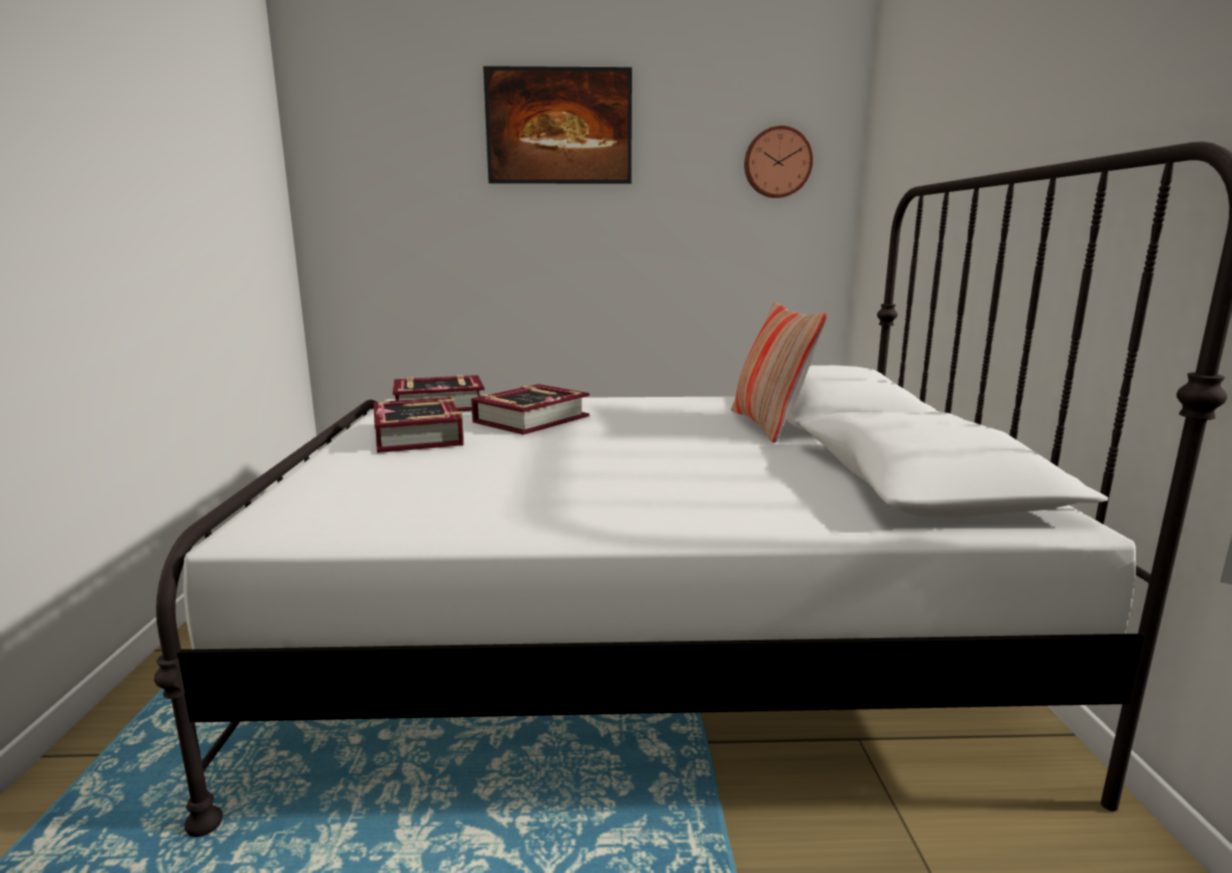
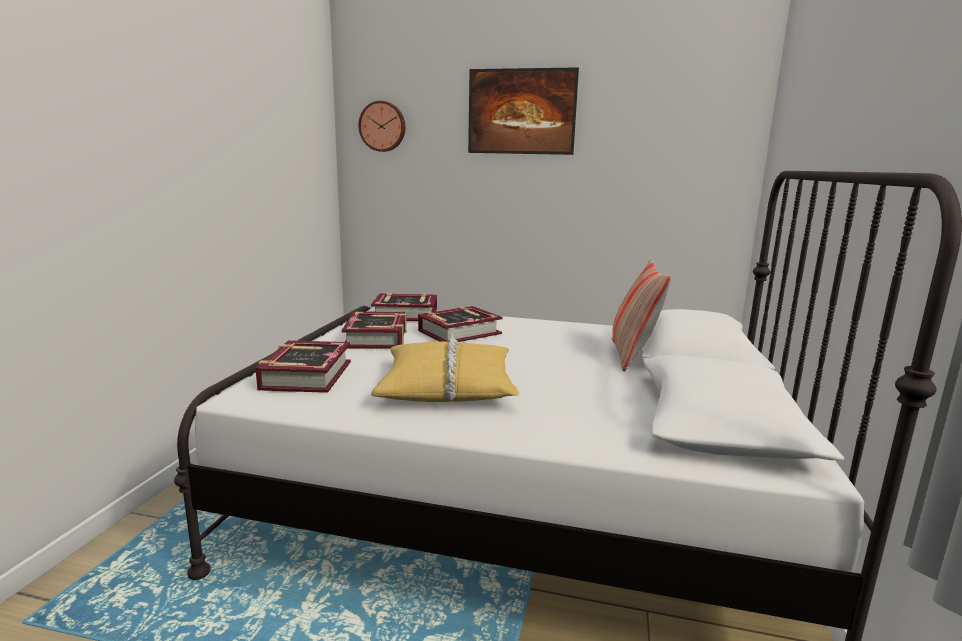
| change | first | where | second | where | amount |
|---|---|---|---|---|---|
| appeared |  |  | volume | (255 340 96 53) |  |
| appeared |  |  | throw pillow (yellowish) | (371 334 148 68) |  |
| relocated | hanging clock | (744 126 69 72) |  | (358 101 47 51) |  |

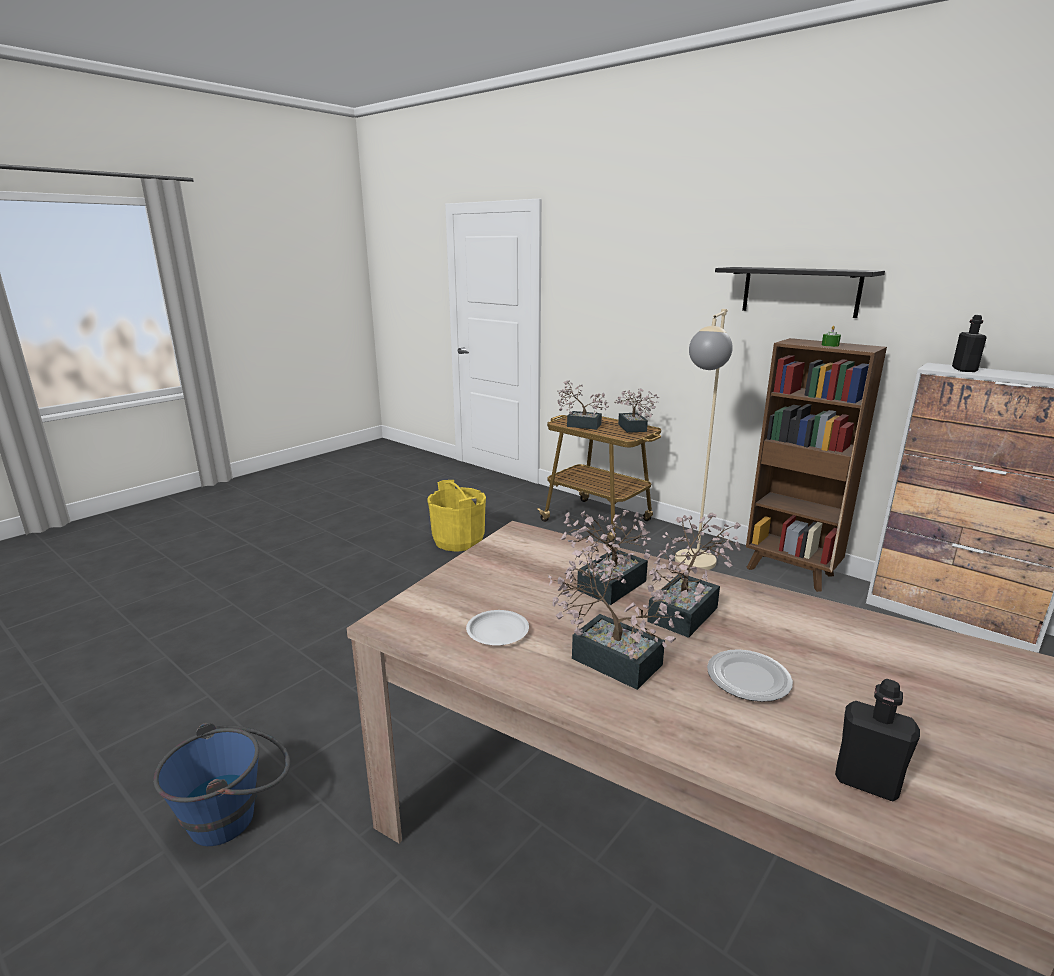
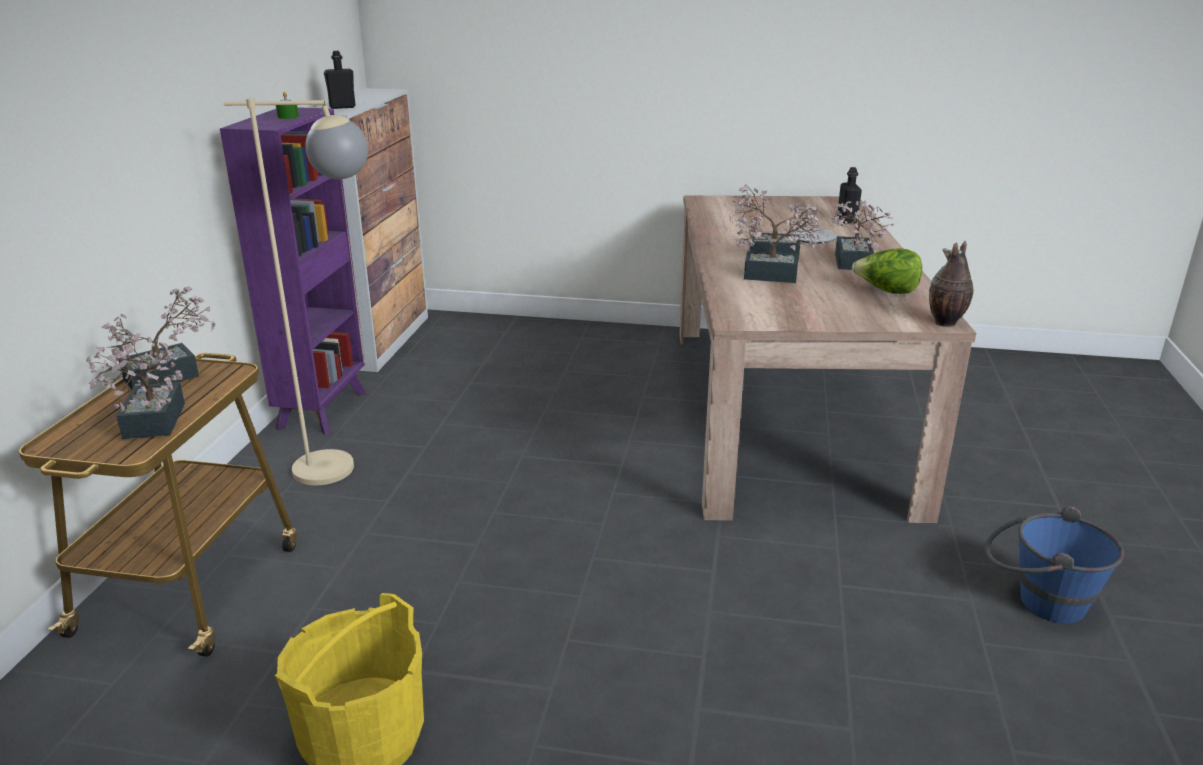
| change | first | where | second | where | amount |
|---|---|---|---|---|---|
| missing | wall shelf (black-coloured) | (715 267 170 51) |  |  |  |
| appeared |  |  | decorative vase | (929 240 45 87) |  |
| exchanged | plate (whitish) | (466 610 63 36) | lettuce | (852 248 70 46) |  |
| colour | bookshelf (brown) | (746 338 141 254) | bookshelf (purple-coloured) | (220 107 146 328) |  |

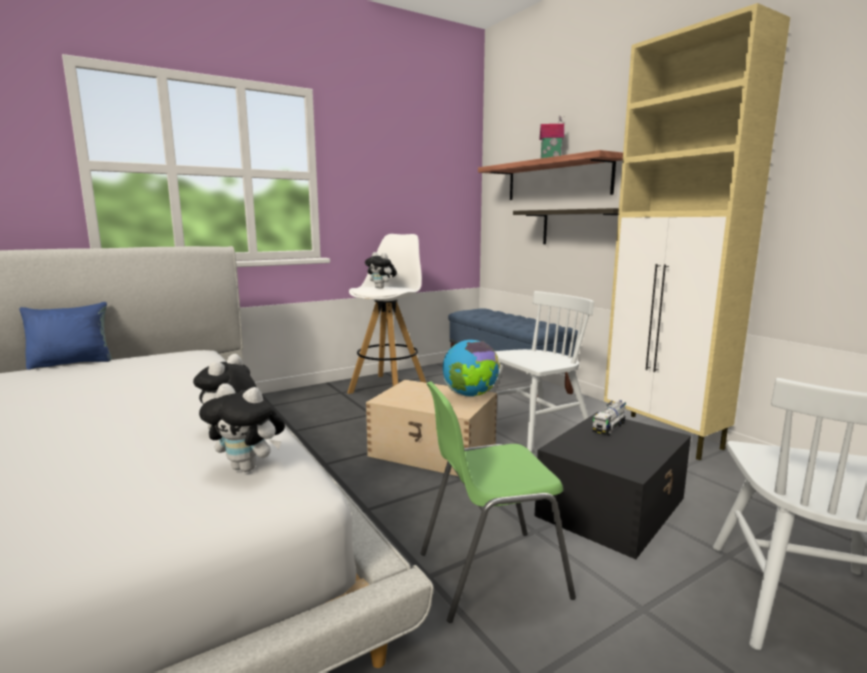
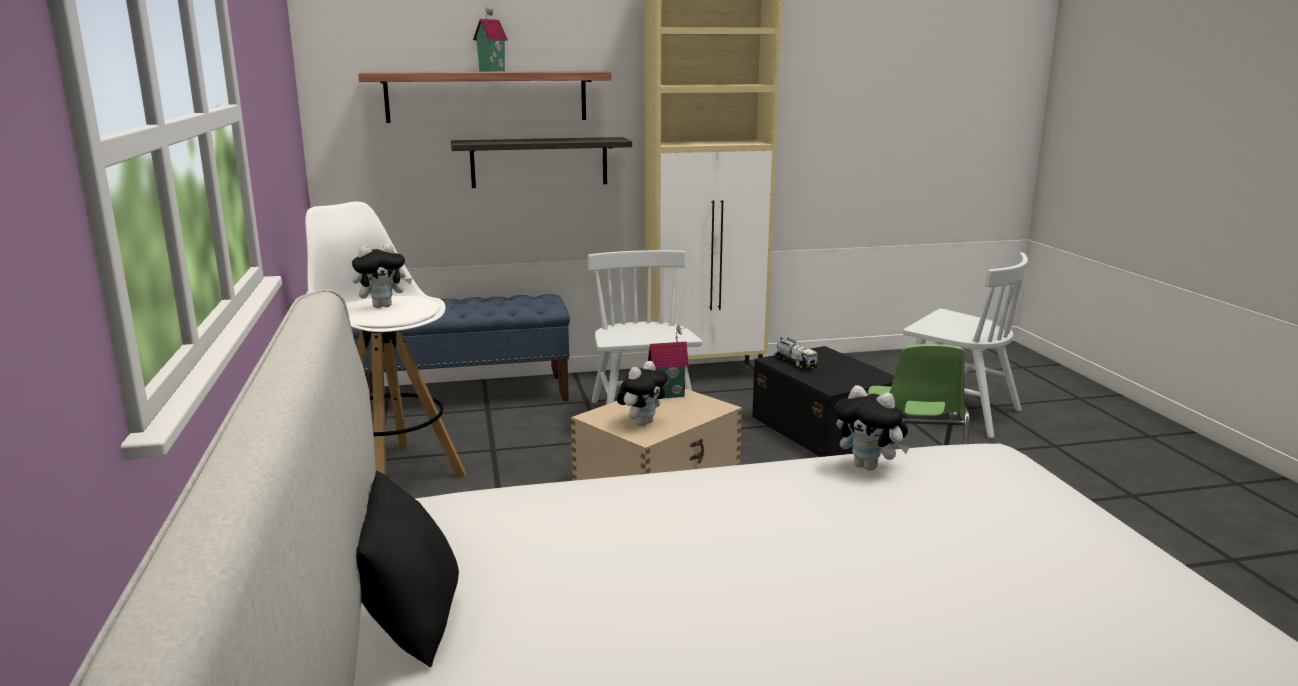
| change | first | where | second | where | amount |
|---|---|---|---|---|---|
| relocated | soft toy | (199 383 86 89) |  | (617 361 51 65) |  |
| exchanged | world globe | (443 340 57 57) | toy house | (648 325 41 74) |  |
| colour | throw pillow (blue) | (19 302 93 68) | throw pillow (black-coloured) | (356 471 103 197) |  |

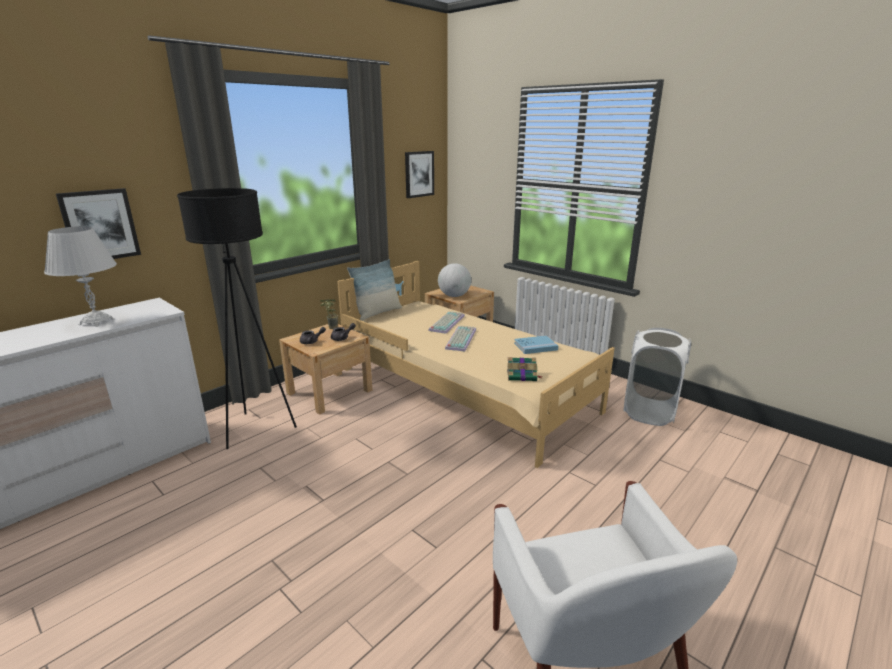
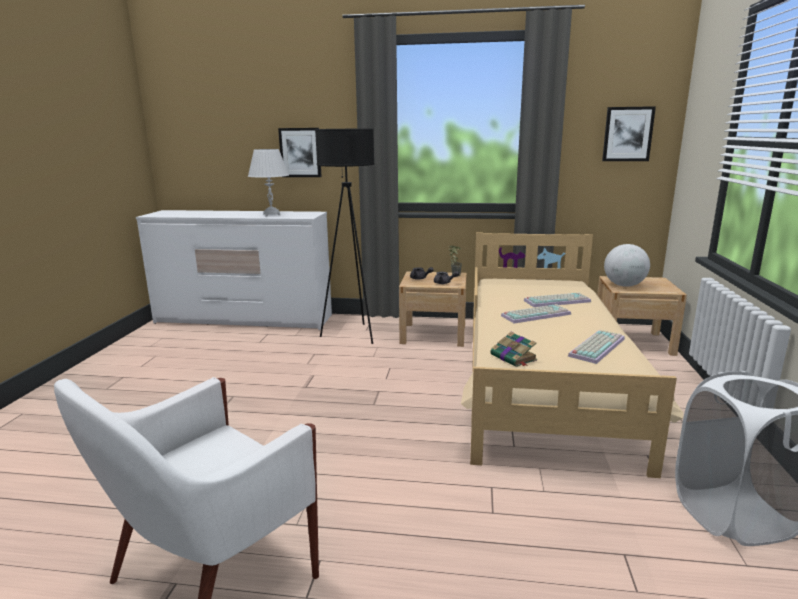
| change | first | where | second | where | amount |
|---|---|---|---|---|---|
| missing | throw pillow | (347 259 55 62) |  |  |  |
| exchanged | volume (blue) | (514 335 44 19) | keyboard | (568 330 57 34) |  |

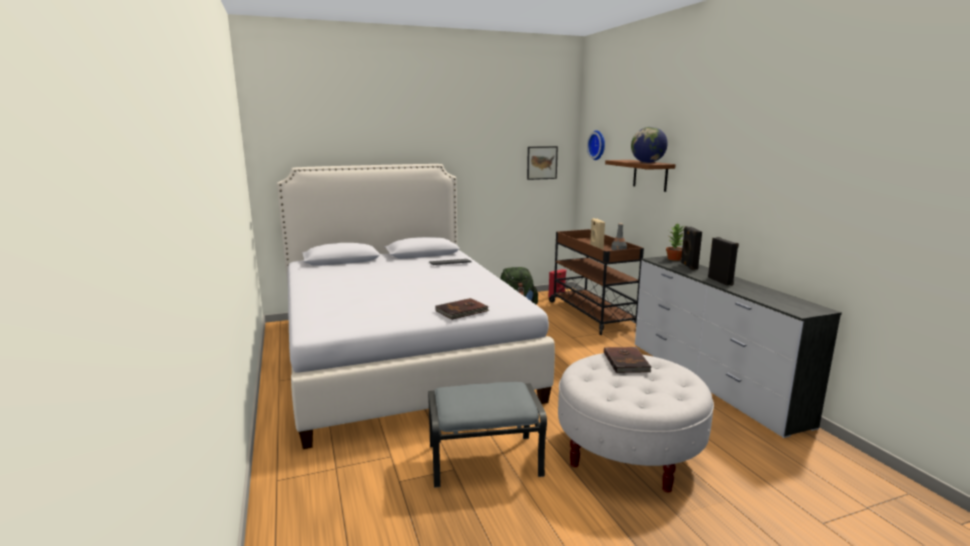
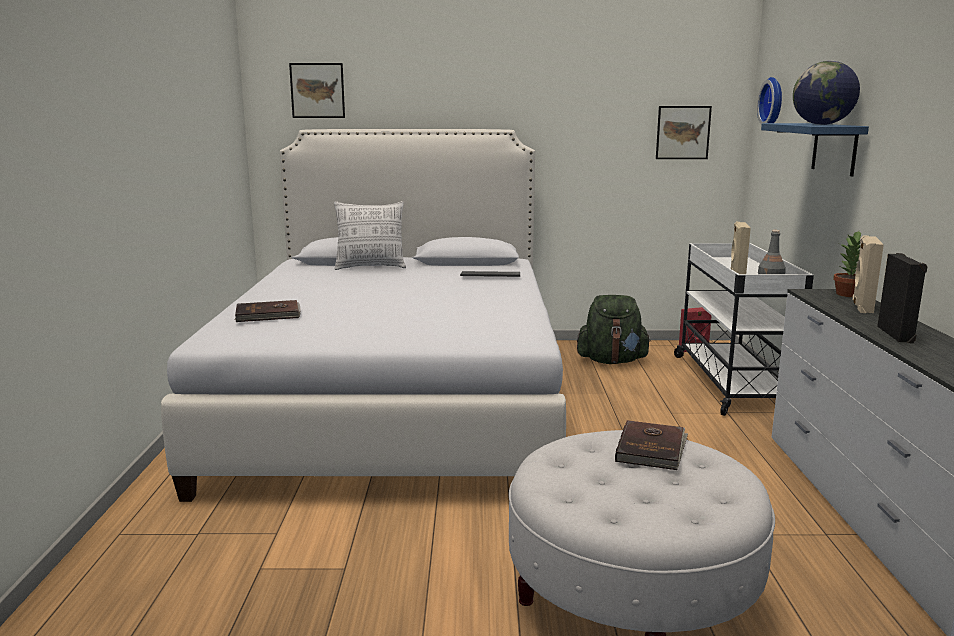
| change | first | where | second | where | amount |
|---|---|---|---|---|---|
| missing | footrest (greyish) | (428 382 119 106) |  |  |  |
| appeared |  |  | wall art | (289 63 56 55) |  |
| appeared |  |  | throw pillow | (334 201 72 69) |  |
| relocated | volume (brown) | (435 298 54 22) |  | (235 300 66 22) |  |
| colour | cart (brown) | (549 229 95 106) | cart (whitish) | (674 243 140 173) |  |
| colour | wall shelf (brown) | (605 160 71 32) | wall shelf (blue) | (761 123 108 54) |  |
| colour | speaker (black-coloured) | (681 226 21 44) | speaker (sand-coloured) | (852 235 32 78) |  |

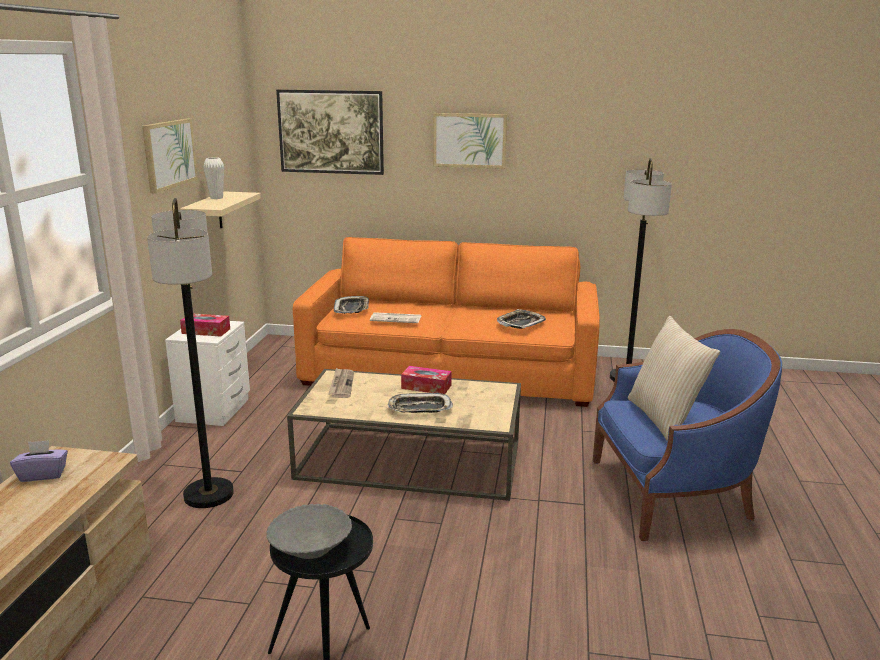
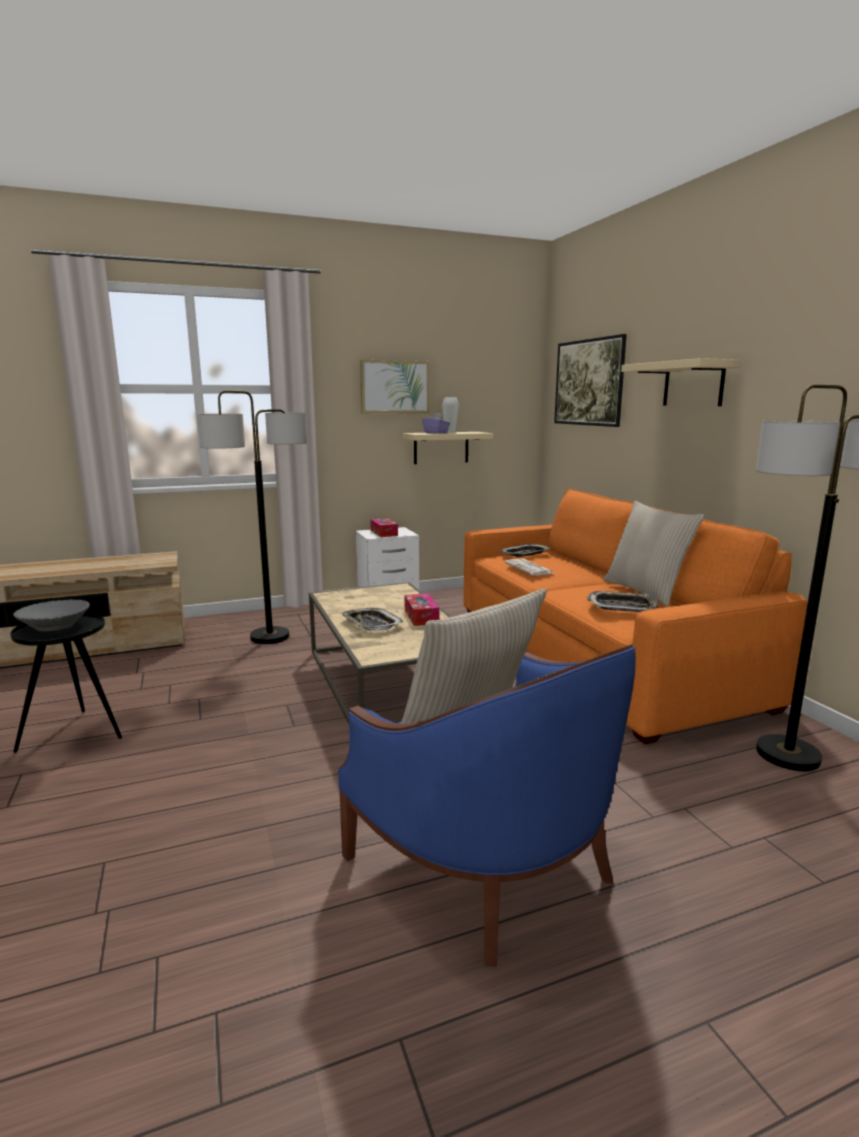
| change | first | where | second | where | amount |
|---|---|---|---|---|---|
| missing | newspaper | (328 368 26 30) |  |  |  |
| appeared |  |  | throw pillow (sand-coloured) | (603 501 101 106) |  |
| relocated | box of tissues (purple-coloured) | (10 440 58 42) |  | (422 413 28 21) |  |
| exchanged | wall art | (433 113 74 56) | wall shelf (sand-coloured) | (621 358 119 48) |  |

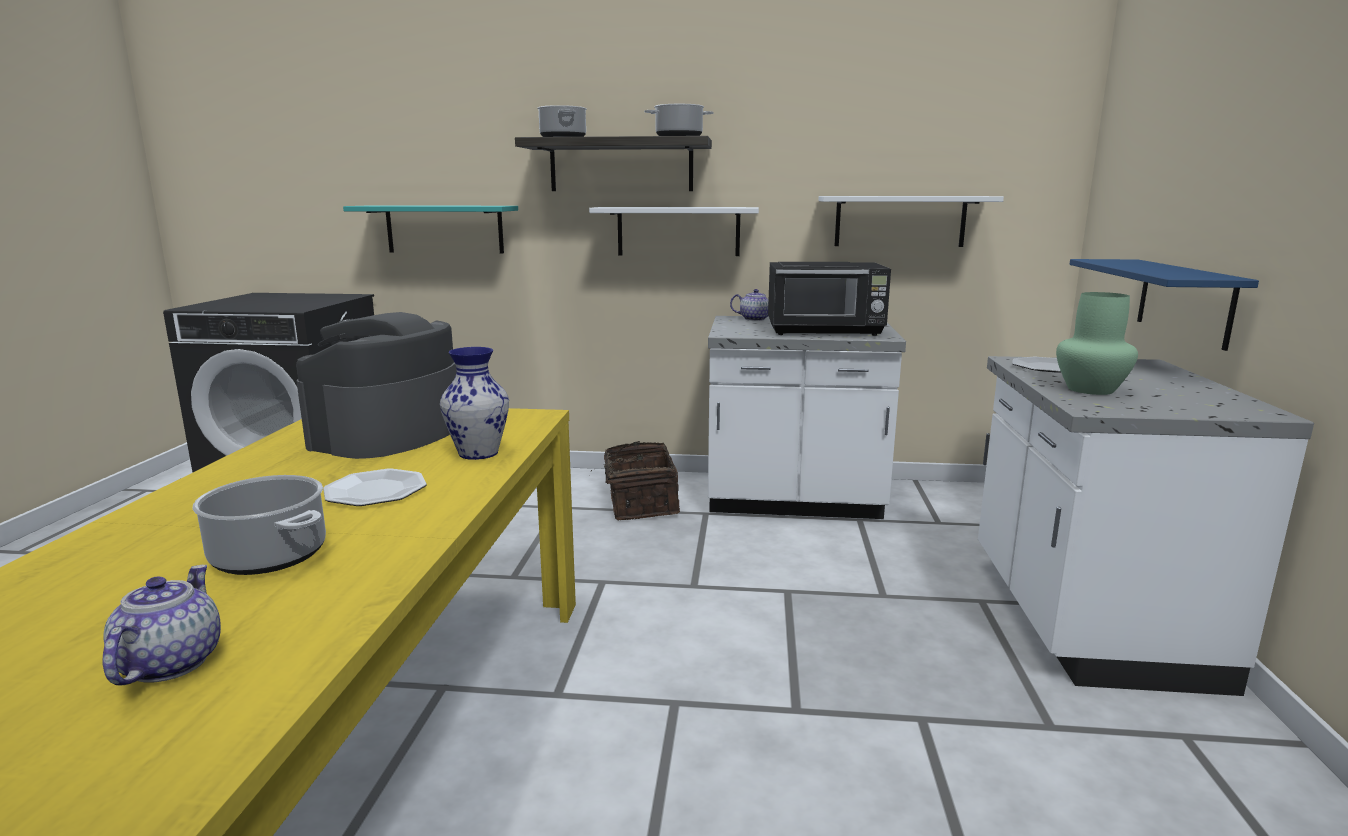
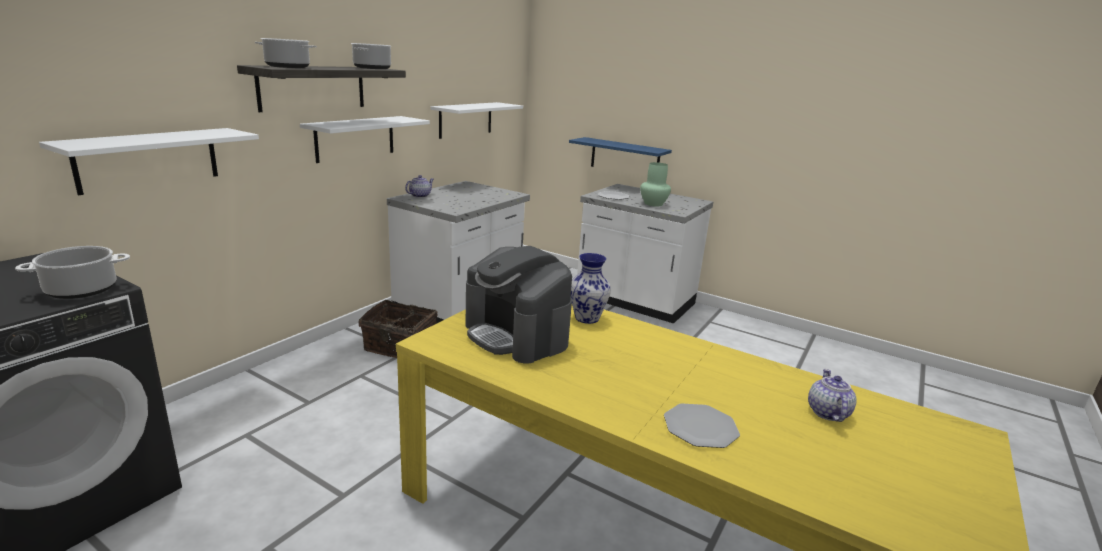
| change | first | where | second | where | amount |
|---|---|---|---|---|---|
| missing | kitchen microwave (black-coloured) | (768 262 123 74) |  |  |  |
| relocated | stockpot | (193 475 133 100) |  | (15 246 115 53) |  |
| relocated | plate | (323 468 104 38) |  | (664 403 76 45) |  |
| colour | wall shelf (turquoise) | (343 205 175 48) | wall shelf (whitish) | (39 128 220 67) |  |
| spun | tea pot | (103 565 118 120) |  | (808 369 49 53) | 75 degrees clockwise |

